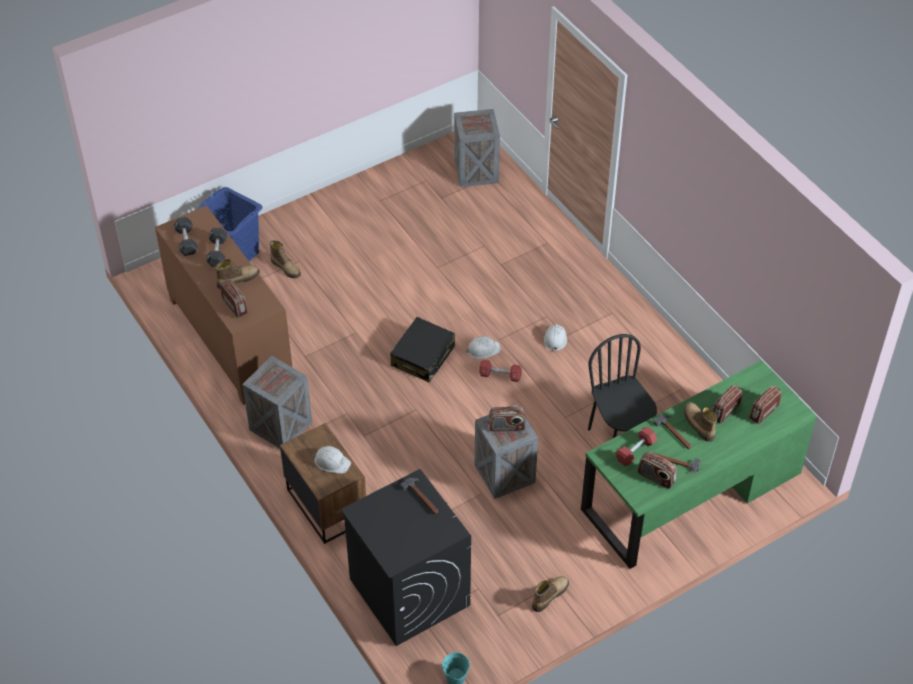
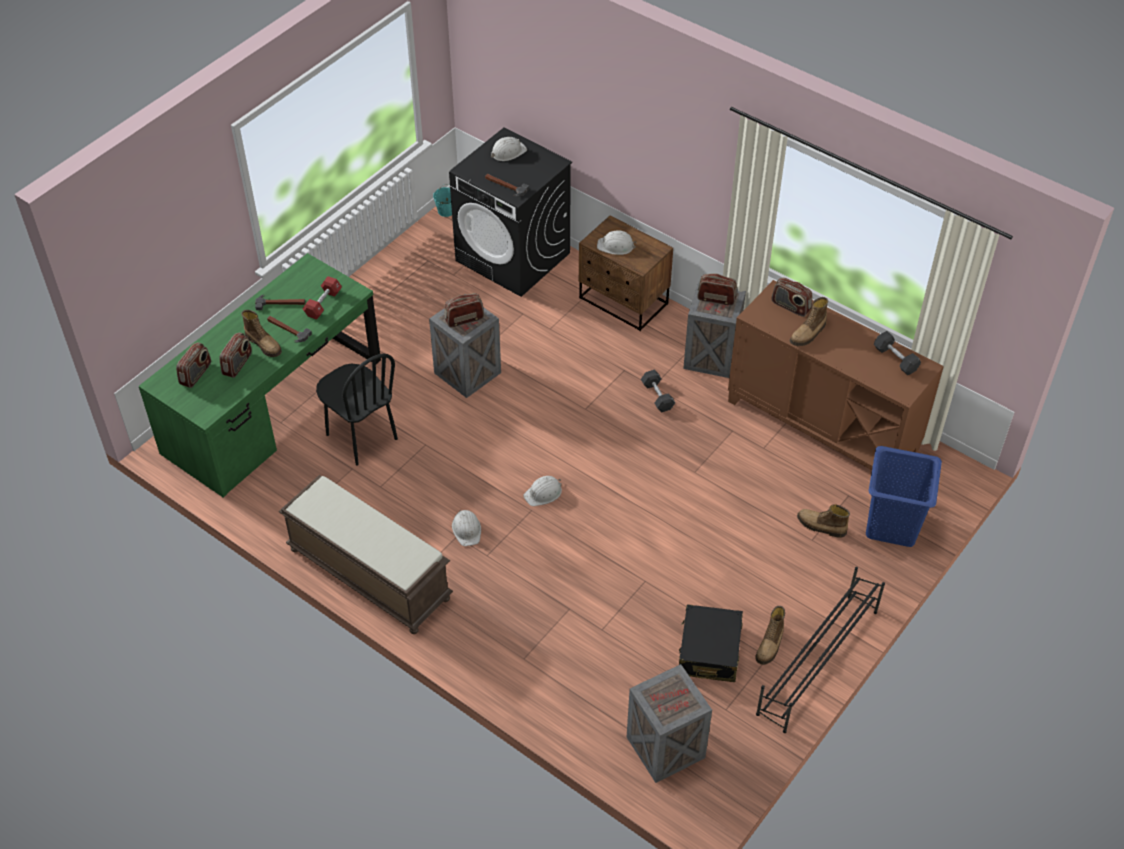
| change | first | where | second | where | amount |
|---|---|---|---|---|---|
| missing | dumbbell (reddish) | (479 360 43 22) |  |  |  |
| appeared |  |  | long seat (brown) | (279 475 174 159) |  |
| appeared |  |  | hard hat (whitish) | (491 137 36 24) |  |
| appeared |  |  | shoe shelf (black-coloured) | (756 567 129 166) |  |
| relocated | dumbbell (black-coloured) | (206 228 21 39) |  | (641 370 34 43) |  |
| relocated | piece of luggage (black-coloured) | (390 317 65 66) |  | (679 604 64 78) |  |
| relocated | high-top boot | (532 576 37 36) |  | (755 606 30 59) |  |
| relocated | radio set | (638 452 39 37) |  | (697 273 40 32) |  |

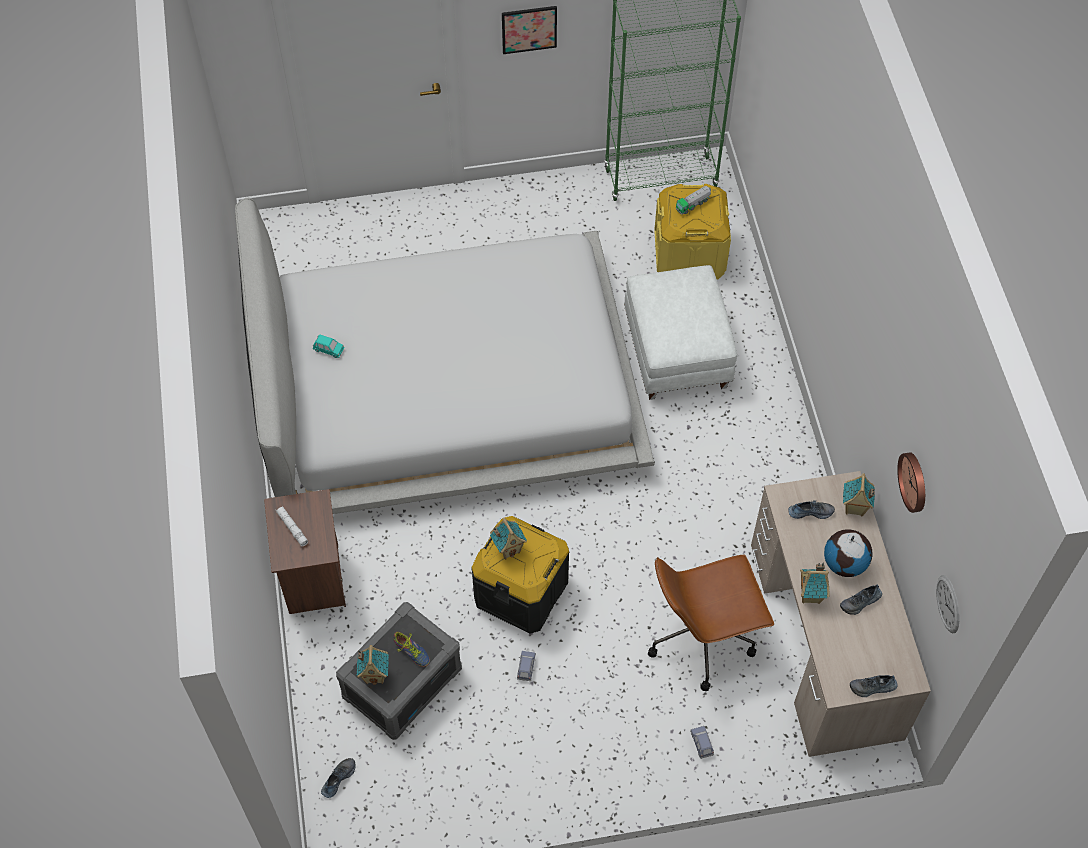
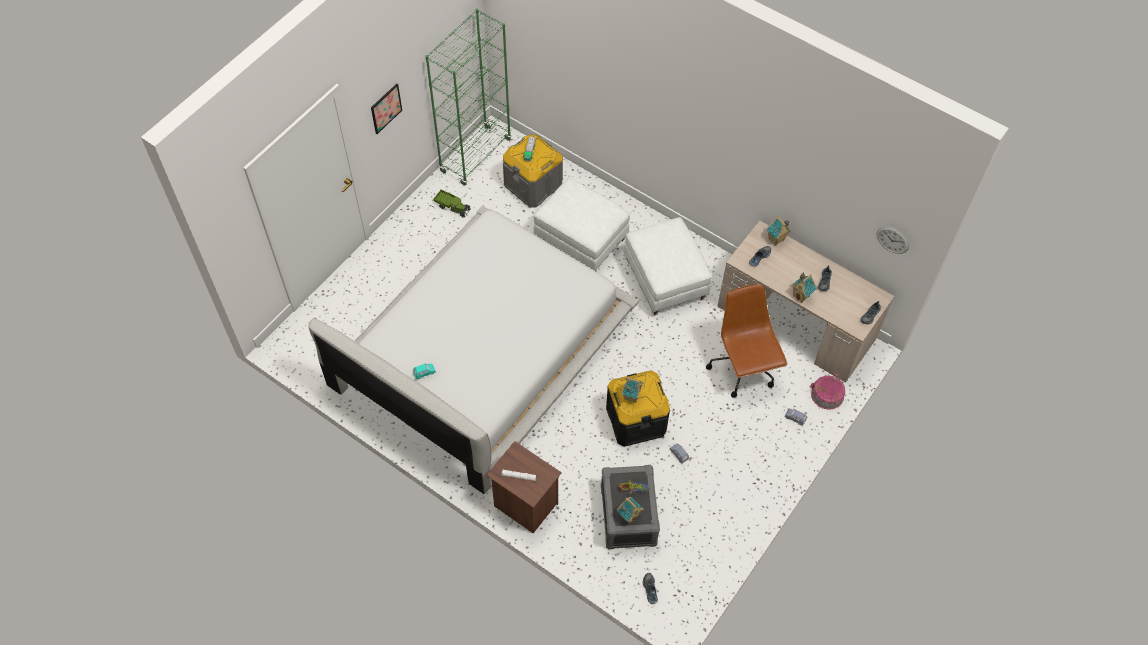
| change | first | where | second | where | amount |
|---|---|---|---|---|---|
| missing | world globe | (824 530 48 47) |  |  |  |
| missing | hanging clock | (897 452 28 61) |  |  |  |
| appeared |  |  | toy truck | (434 190 37 28) |  |
| appeared |  |  | footrest (whitish) | (624 217 88 99) |  |
| appeared |  |  | toy house | (809 373 36 37) |  |
| colour | storage bin (yellowish) | (654 184 77 95) | storage bin (greyish) | (503 134 60 74) |  |
| spun | computer chair (brown) | (648 555 126 136) |  | (706 284 81 114) | 135 degrees clockwise |

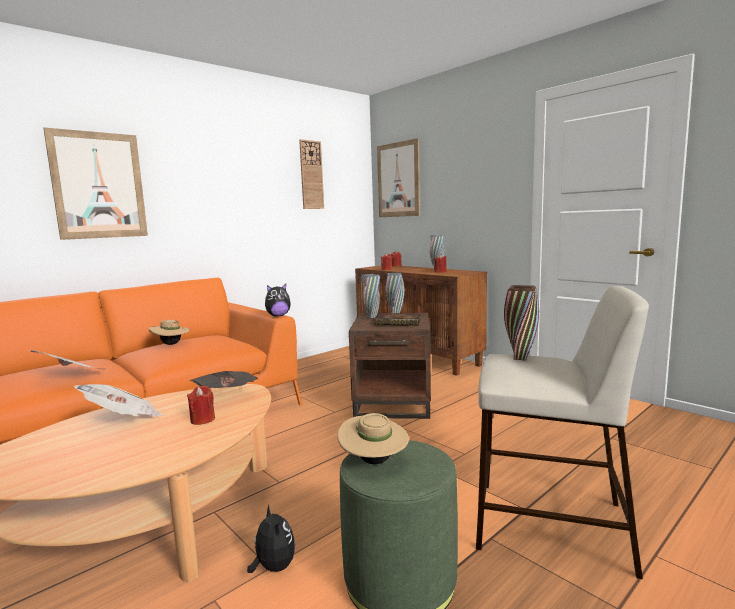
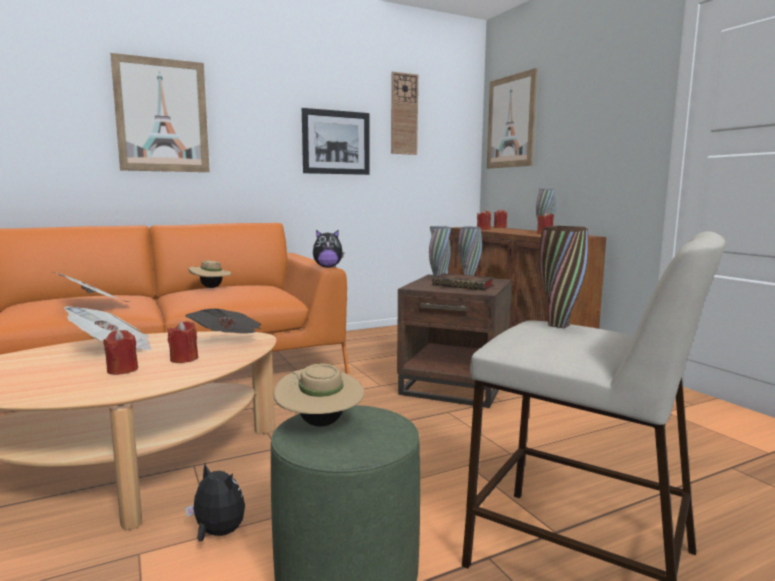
| change | first | where | second | where | amount |
|---|---|---|---|---|---|
| appeared |  |  | wax candle (reddish) | (103 330 35 45) |  |
| appeared |  |  | wall art | (302 108 68 67) |  |
| spun | soft toy | (247 505 48 68) |  | (185 464 60 78) | 45 degrees counterclockwise |

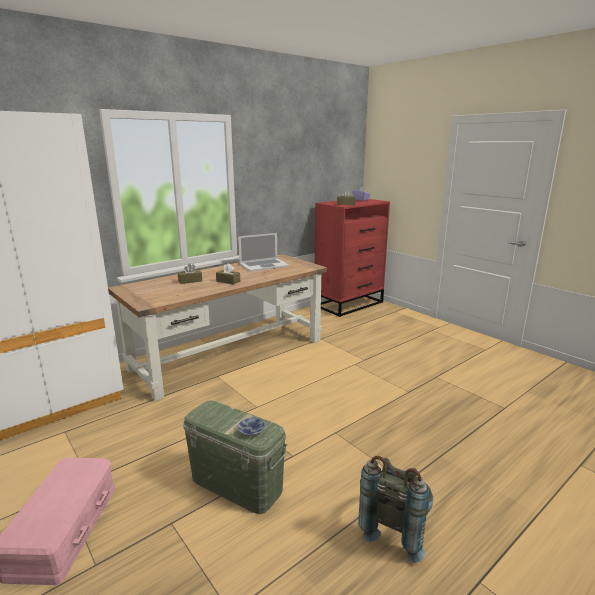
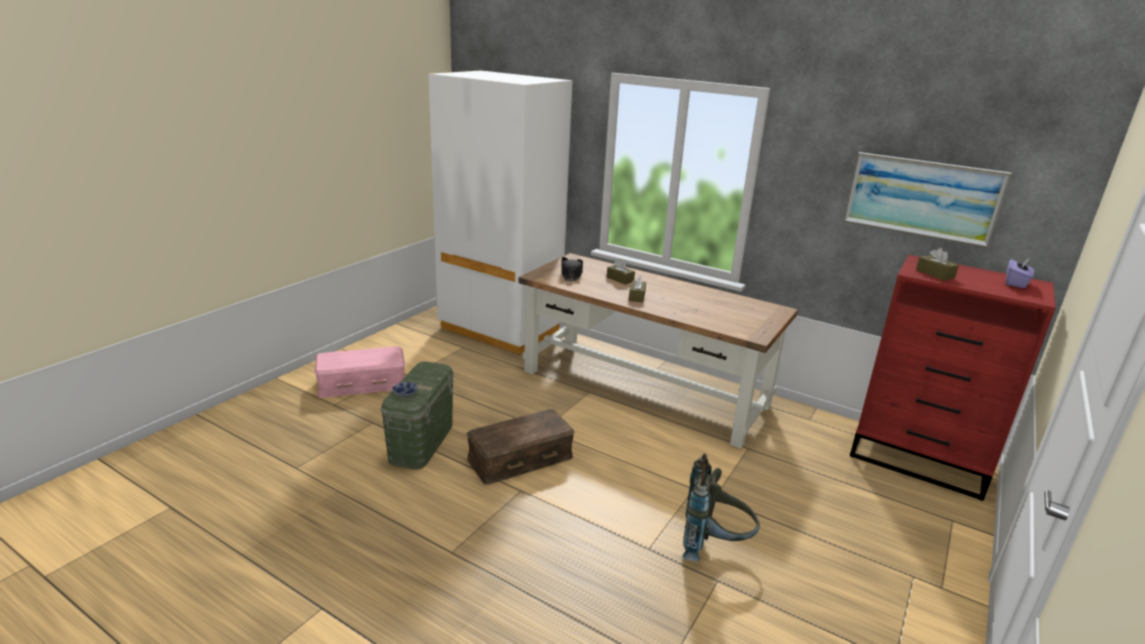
| change | first | where | second | where | amount |
|---|---|---|---|---|---|
| missing | laptop | (238 233 51 39) |  |  |  |
| appeared |  |  | storage bin (brown) | (467 409 107 76) |  |
| appeared |  |  | clothing hat (black-coloured) | (561 257 22 25) |  |
| appeared |  |  | wall art | (843 152 168 96) |  |
| relocated | backpack (greyish) | (358 456 75 107) |  | (682 453 78 108) |  |

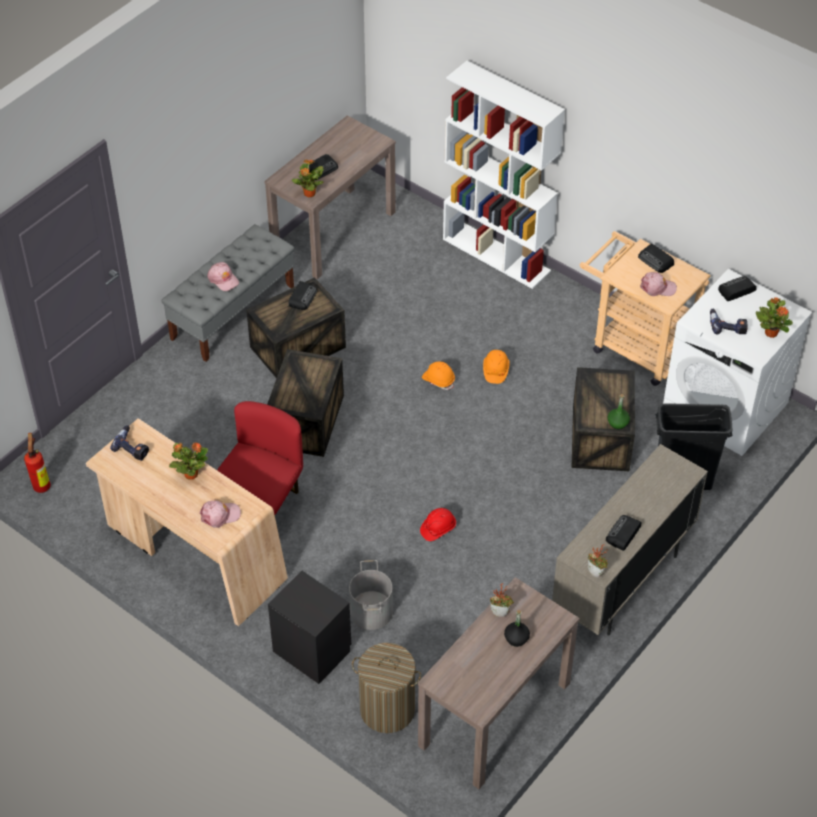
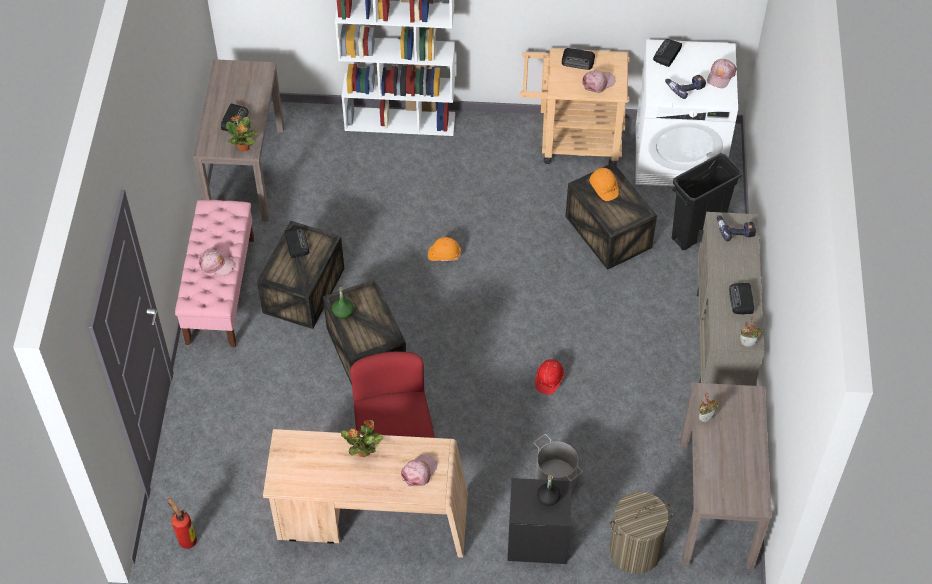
| change | first | where | second | where | amount |
|---|---|---|---|---|---|
| relocated | power drill | (110 425 39 36) |  | (717 215 39 26) |  |
| relocated | hard hat (orangey) | (483 350 27 34) |  | (590 168 29 33) |  |
| relocated | drink bottle (black-coloured) | (504 610 26 37) |  | (537 475 24 31) |  |
| relocated | drink bottle (green-coloured) | (608 394 22 35) |  | (332 287 22 32) |  |
| exchanged | houseplant | (756 297 37 41) | baseball cap (pink-coloured) | (707 59 30 29) |  |
| colour | long seat (greyish) | (161 224 133 138) | long seat (pink-coloured) | (175 200 79 147) |  |

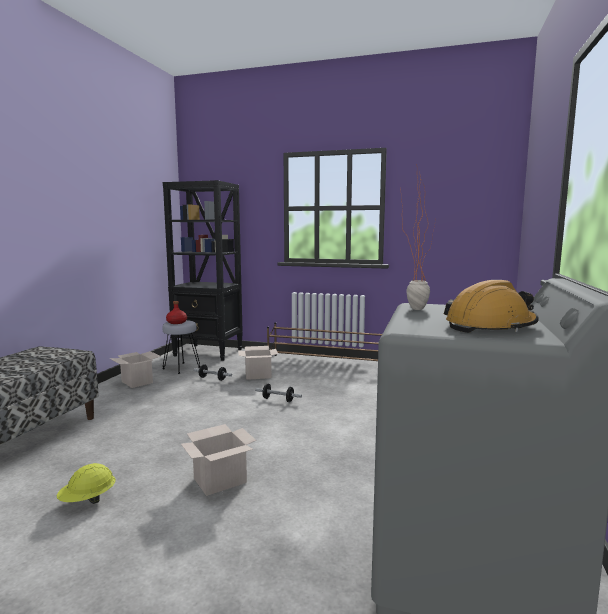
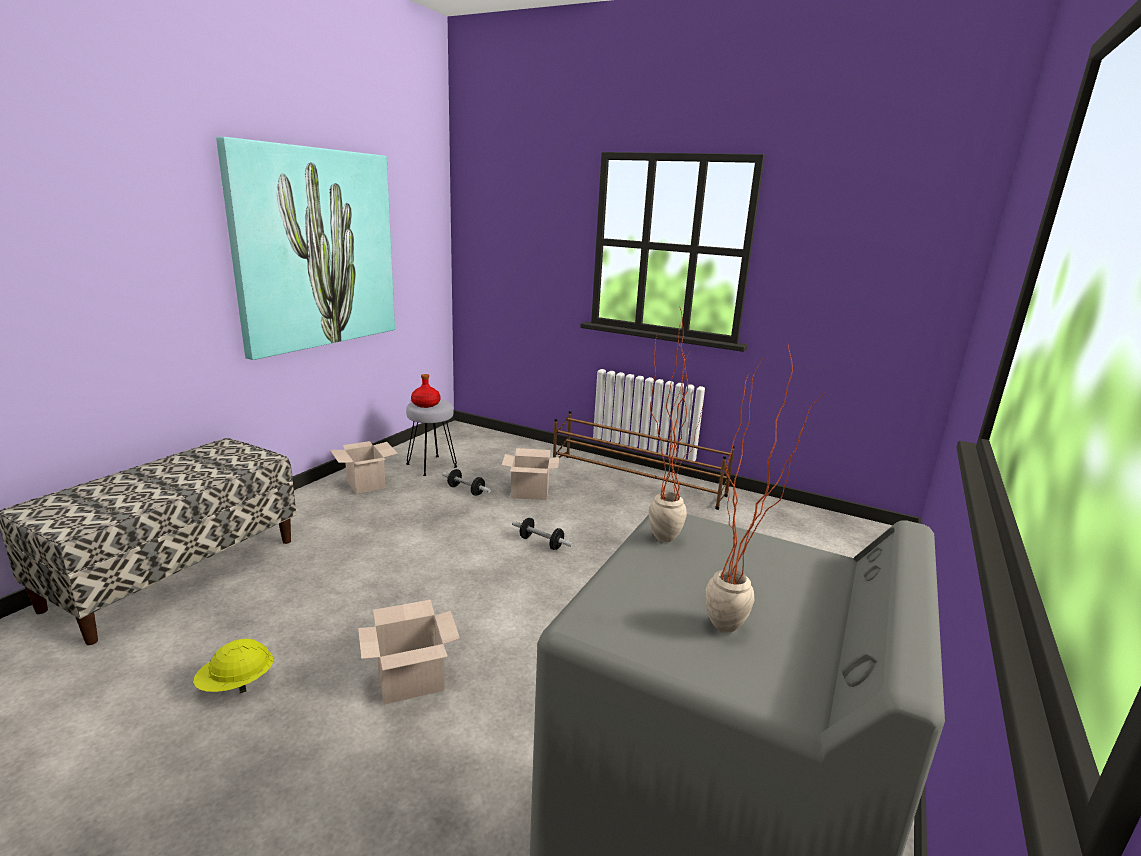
| change | first | where | second | where | amount |
|---|---|---|---|---|---|
| missing | bookshelf (black-coloured) | (163 180 80 181) |  |  |  |
| appeared |  |  | wall art | (216 137 179 223) |  |
| exchanged | hard hat (orangey) | (444 280 95 53) | houseplant | (705 346 116 287) |  |

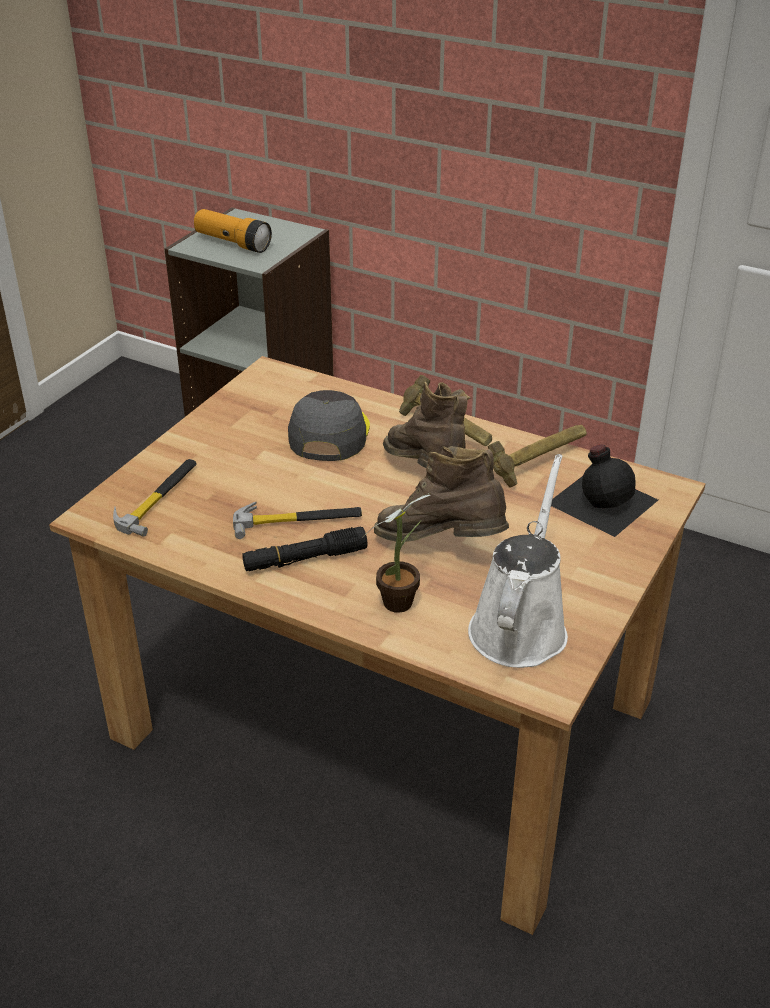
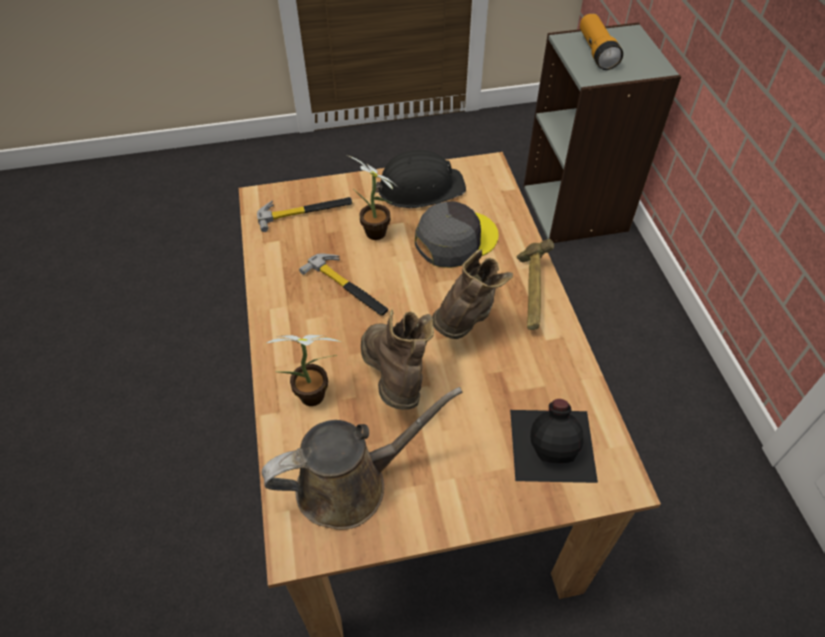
| change | first | where | second | where | amount |
|---|---|---|---|---|---|
| missing | flashlight (black-coloured) | (242 527 125 44) |  |  |  |
| missing | hammer | (488 425 99 62) |  |  |  |
| appeared |  |  | houseplant | (347 155 48 85) |  |
| appeared |  |  | hard hat (black-coloured) | (375 150 91 58) |  |
| colour | watering can (whitish) | (468 454 100 214) | watering can (brown) | (262 387 201 143) |  |

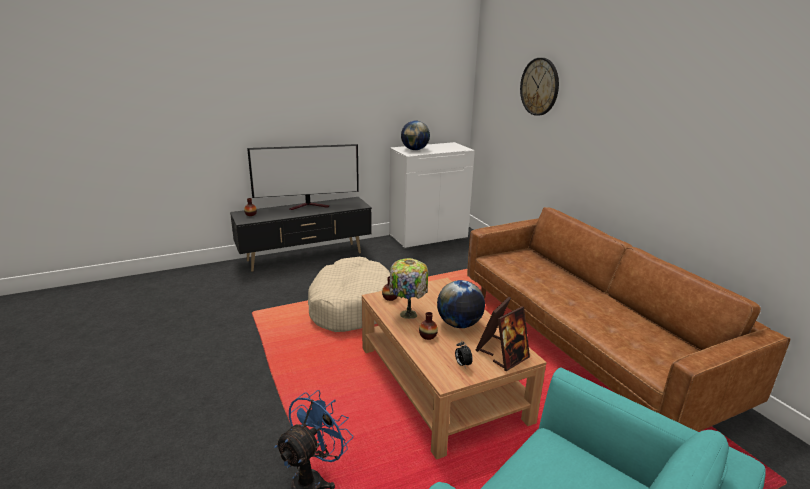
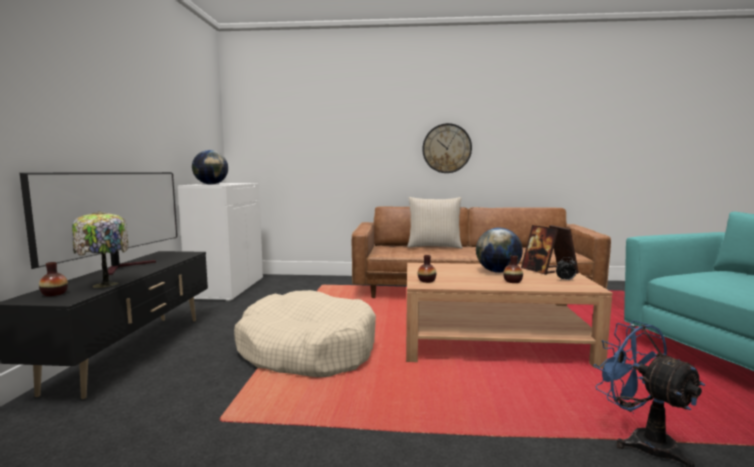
| change | first | where | second | where | amount |
|---|---|---|---|---|---|
| appeared |  |  | throw pillow (sand-coloured) | (407 197 55 52) |  |
| relocated | lamp for a table | (389 258 40 61) |  | (72 211 57 77) |  |
| relocated | hanging clock | (520 58 39 58) |  | (422 123 50 50) |  |

